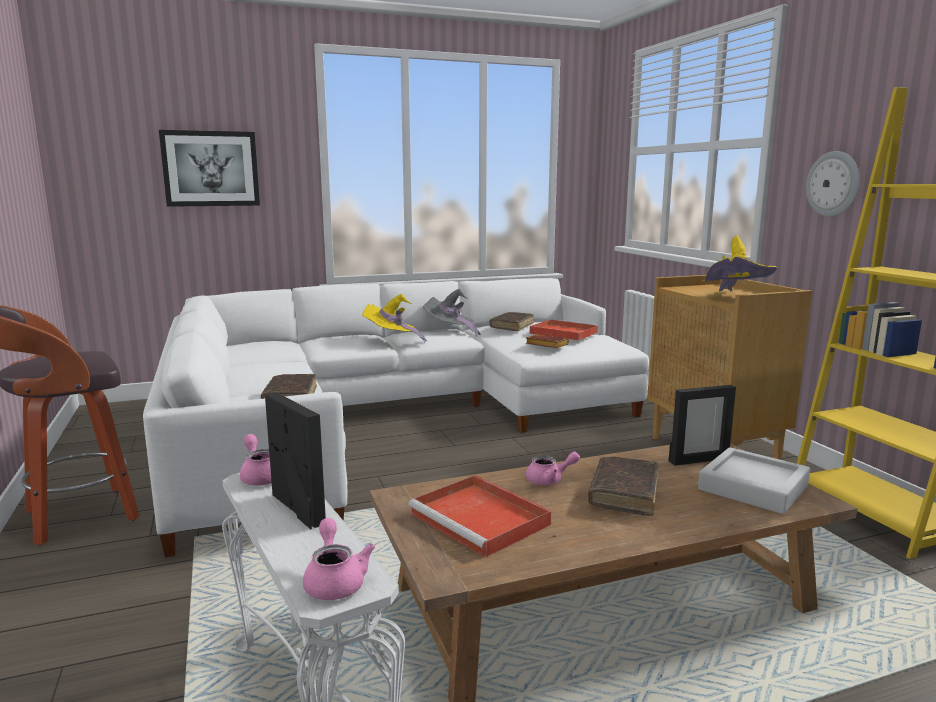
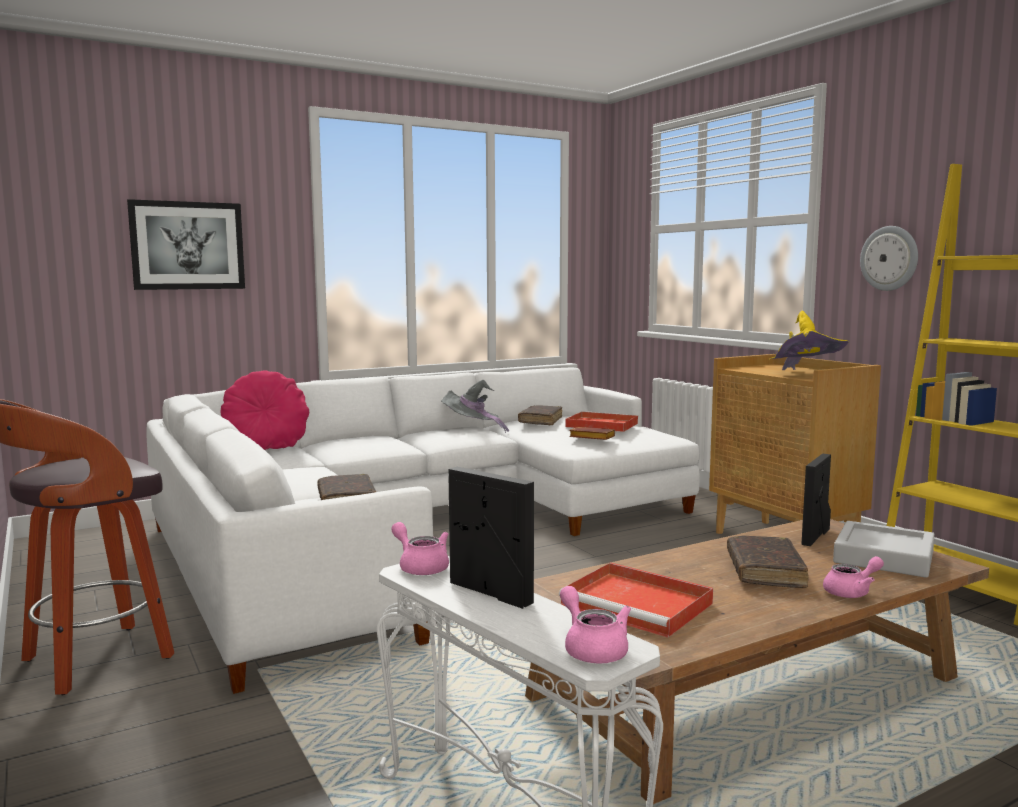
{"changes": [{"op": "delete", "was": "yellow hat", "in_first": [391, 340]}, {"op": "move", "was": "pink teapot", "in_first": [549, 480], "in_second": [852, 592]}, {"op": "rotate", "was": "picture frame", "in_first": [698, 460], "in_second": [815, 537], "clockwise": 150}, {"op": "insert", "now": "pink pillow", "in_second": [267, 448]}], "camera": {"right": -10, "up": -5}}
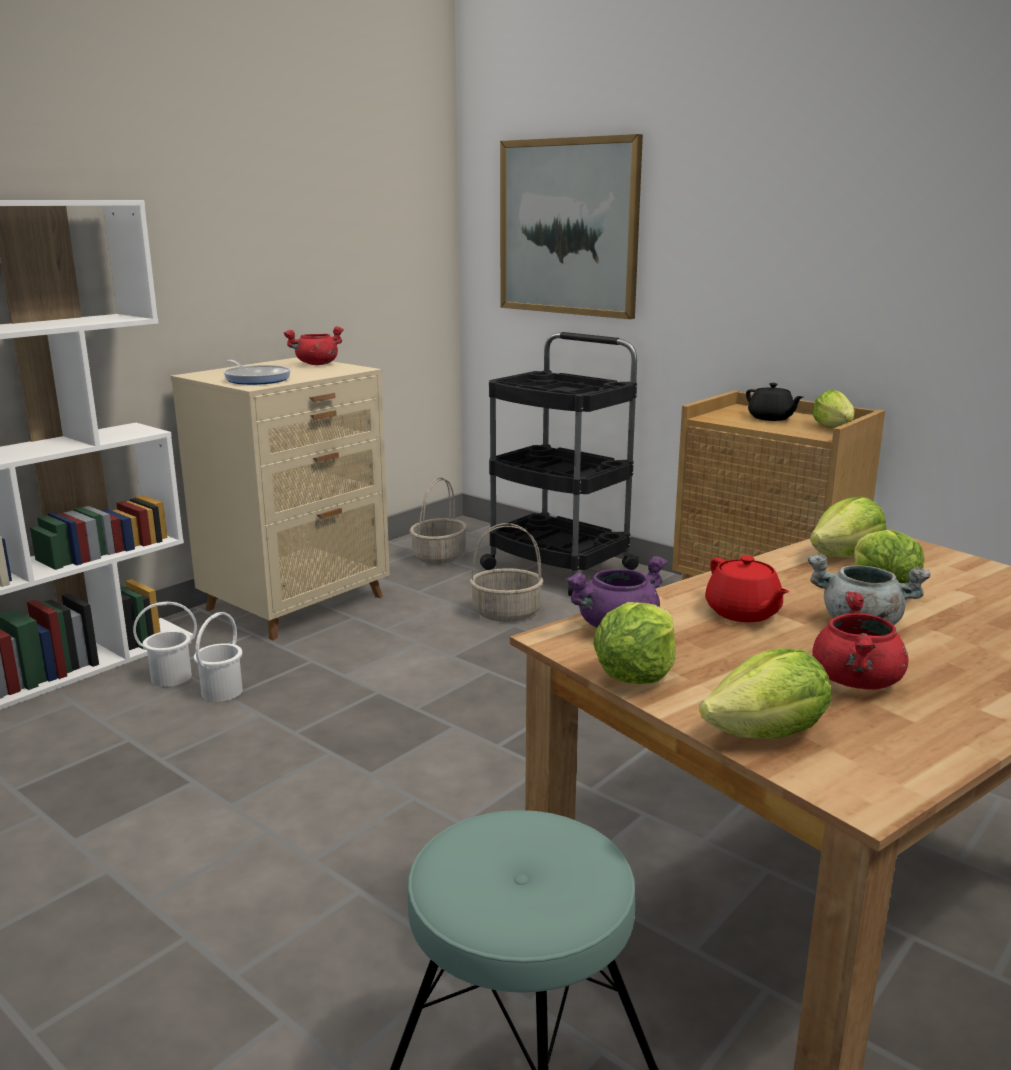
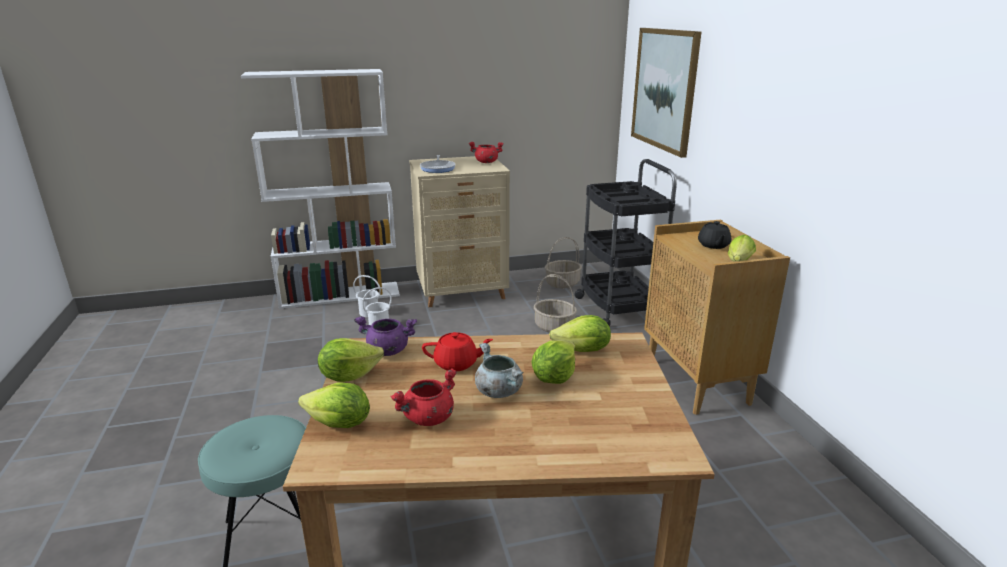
{"changes": [{"op": "rotate", "was": "red teapot", "in_first": [743, 613], "in_second": [457, 363], "clockwise": -105}], "camera": {"right": 35, "up": 5}}
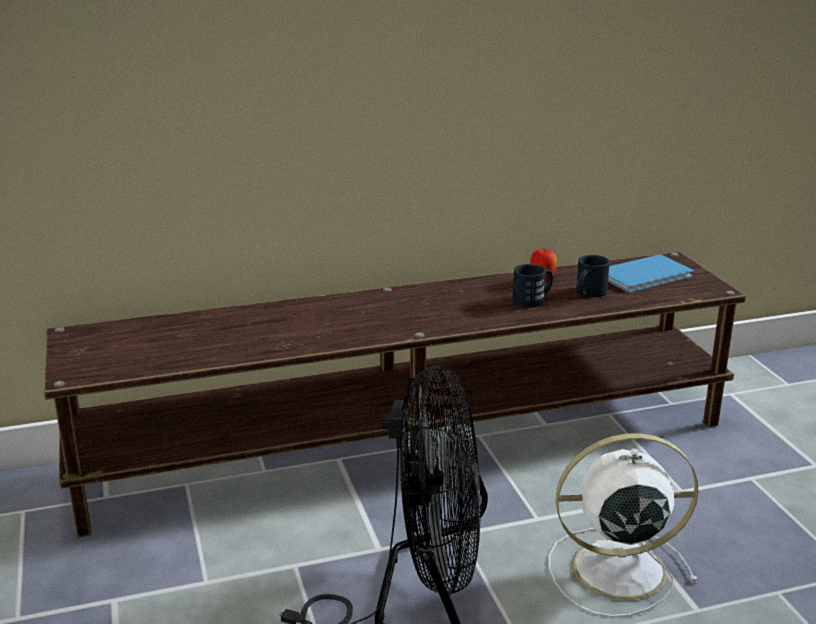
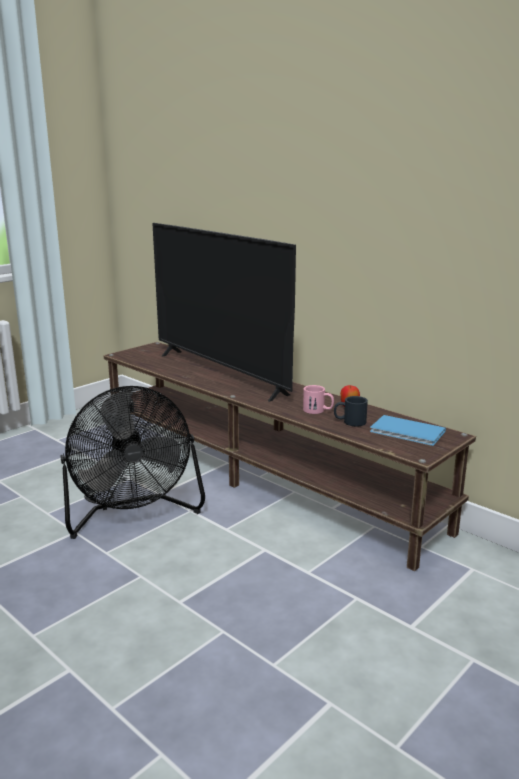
{"changes": [{"op": "recolor", "was": "black mug", "now": "pink mug", "in_first": [533, 299], "in_second": [318, 410]}, {"op": "delete", "was": "white fan", "in_first": [614, 569]}, {"op": "insert", "now": "television", "in_second": [220, 374]}], "camera": {"right": 60, "up": -5}}
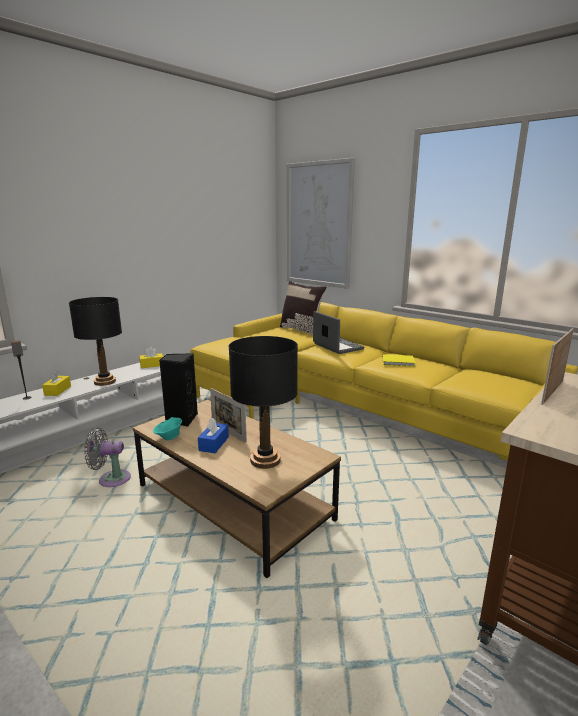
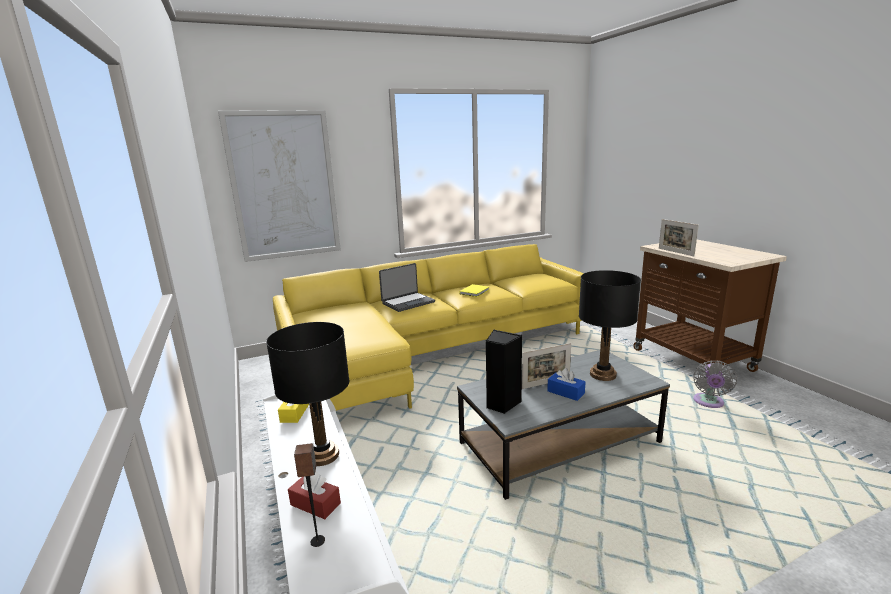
{"changes": [{"op": "recolor", "was": "yellow tissue box", "now": "red tissue box", "in_first": [57, 390], "in_second": [315, 504]}, {"op": "move", "was": "grey fan", "in_first": [111, 479], "in_second": [708, 403]}, {"op": "recolor", "was": "brown coffee table", "now": "grey coffee table", "in_first": [233, 502], "in_second": [559, 442]}, {"op": "delete", "was": "turquoise bowl", "in_first": [169, 438]}, {"op": "delete", "was": "pillow", "in_first": [301, 330]}, {"op": "rotate", "was": "laptop", "in_first": [337, 346], "in_second": [407, 302], "clockwise": 150}], "camera": {"right": -65, "up": 0}}
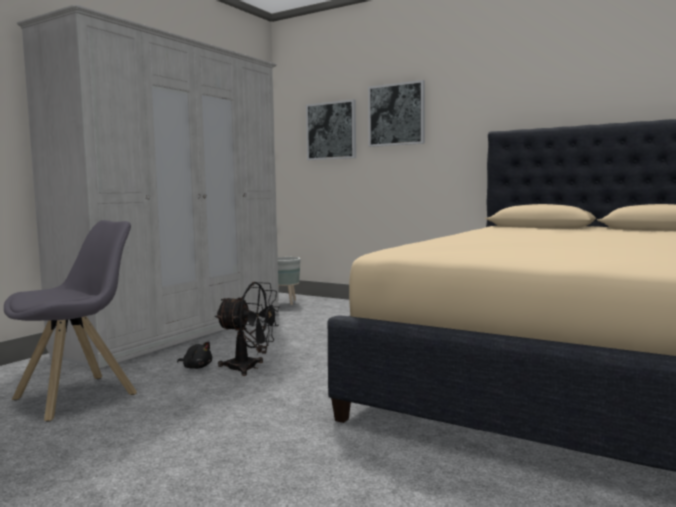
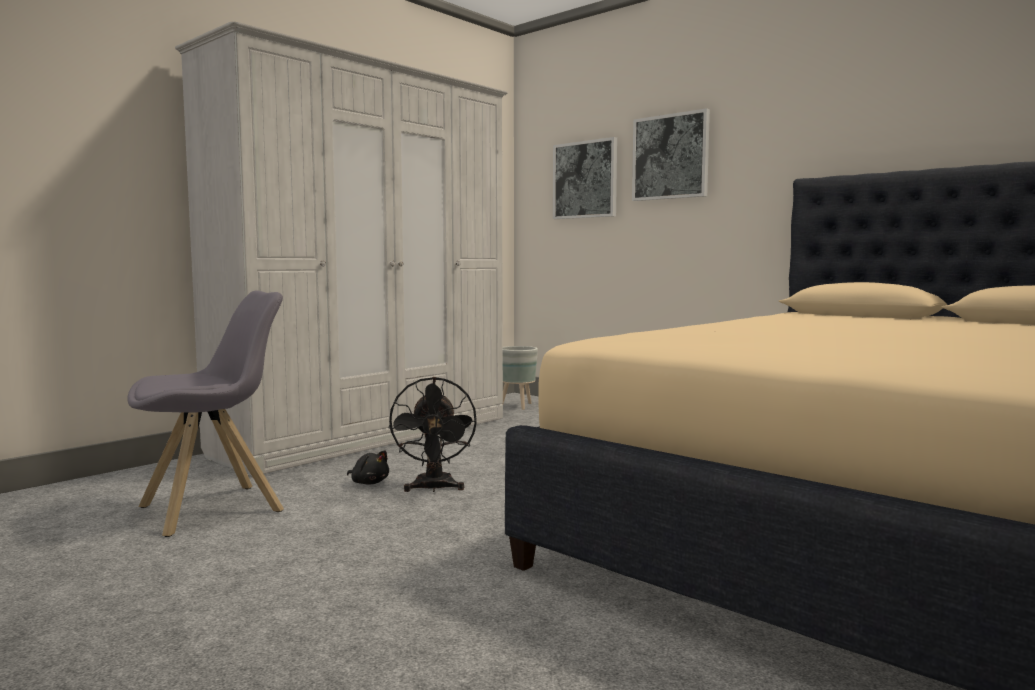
{"changes": [{"op": "rotate", "was": "black fan", "in_first": [249, 368], "in_second": [434, 488], "clockwise": 60}], "camera": {"right": 10, "up": 0}}
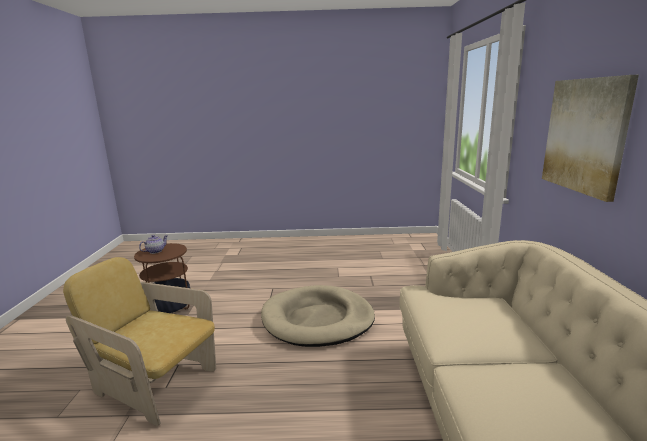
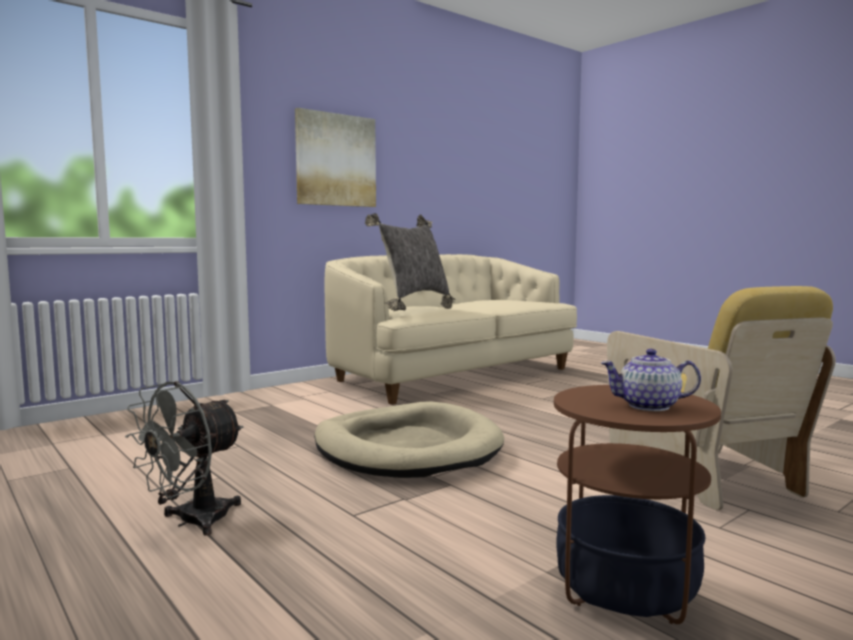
{"changes": [{"op": "insert", "now": "grey fan", "in_second": [192, 522]}, {"op": "insert", "now": "pillow", "in_second": [411, 311]}], "camera": {"right": -130, "up": -10}}
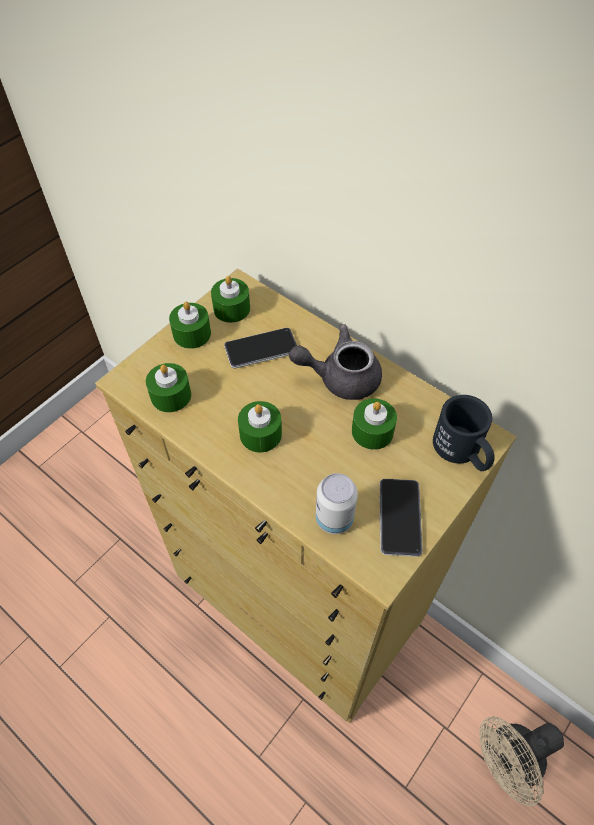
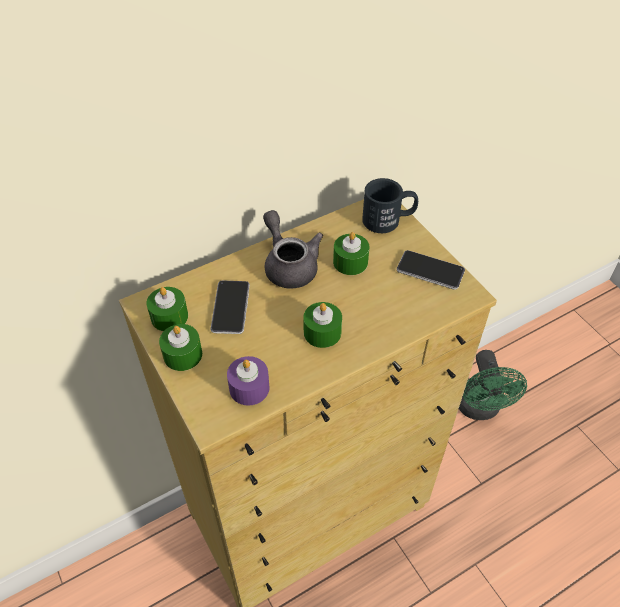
{"changes": [{"op": "recolor", "was": "green candle", "now": "purple candle", "in_first": [171, 395], "in_second": [249, 388]}, {"op": "rotate", "was": "grey teapot", "in_first": [340, 377], "in_second": [289, 265], "clockwise": 135}, {"op": "delete", "was": "can", "in_first": [334, 518]}, {"op": "recolor", "was": "beige fan", "now": "green fan", "in_first": [505, 762], "in_second": [479, 409]}], "camera": {"right": -70, "up": -5}}
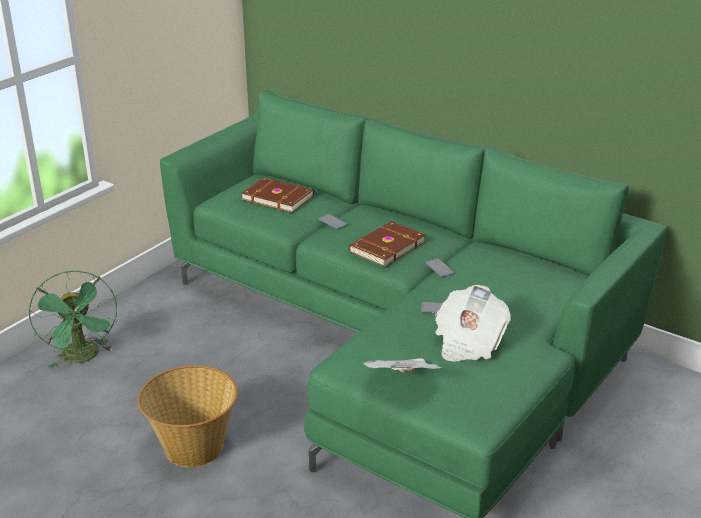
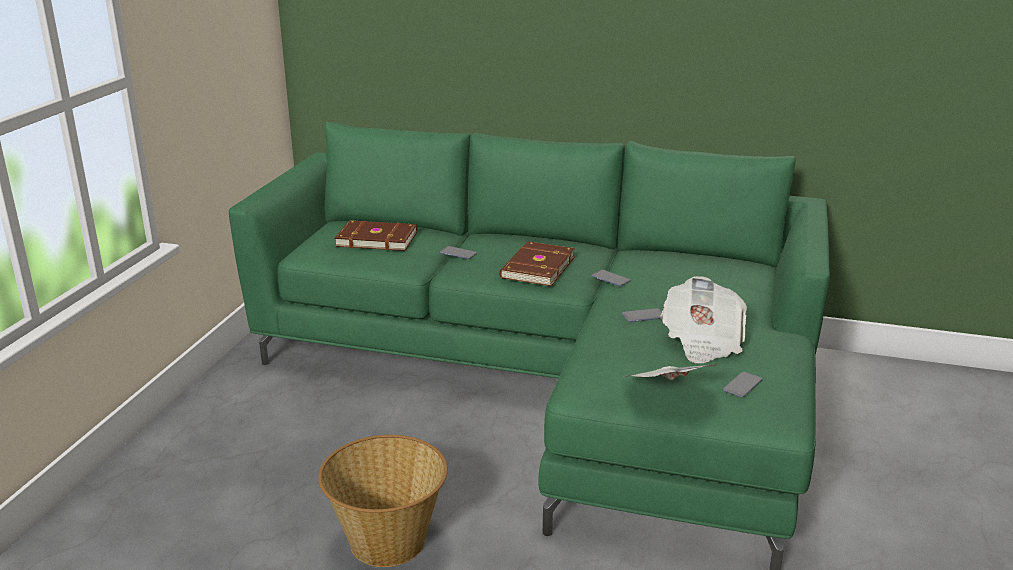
{"changes": [{"op": "delete", "was": "green fan", "in_first": [83, 358]}, {"op": "insert", "now": "phone", "in_second": [742, 385]}], "camera": {"right": -20, "up": -5}}
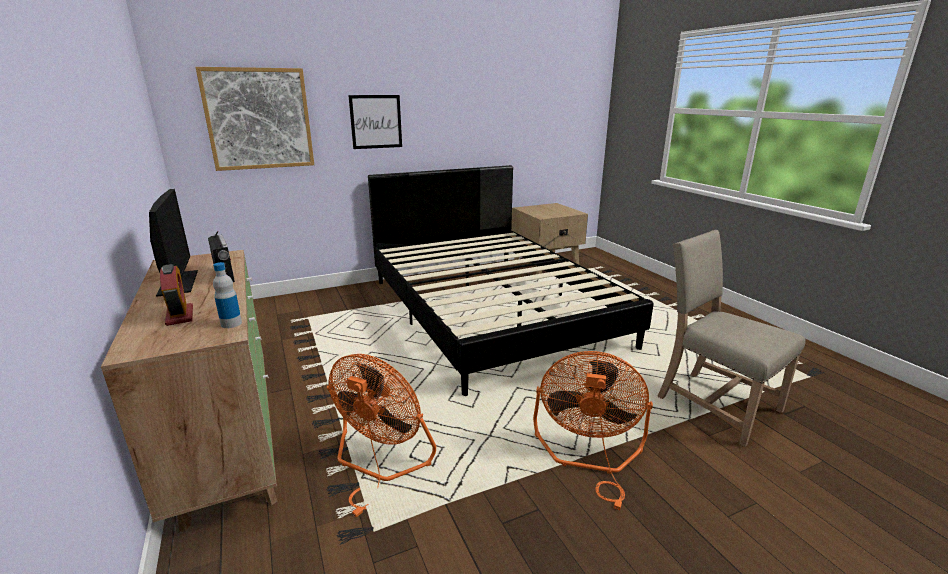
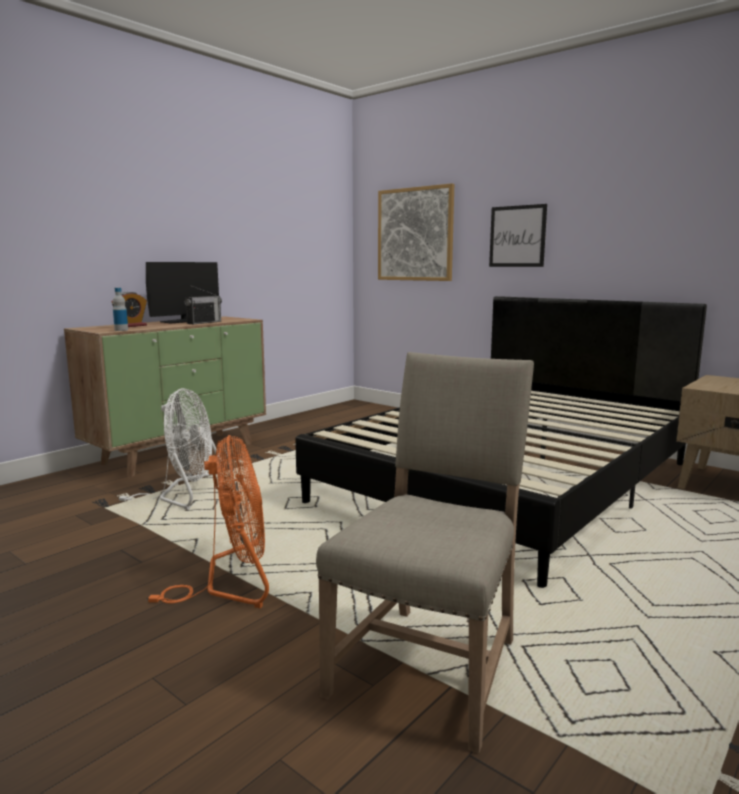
{"changes": [{"op": "recolor", "was": "orange fan", "now": "white fan", "in_first": [375, 463], "in_second": [181, 492]}], "camera": {"right": 65, "up": -10}}
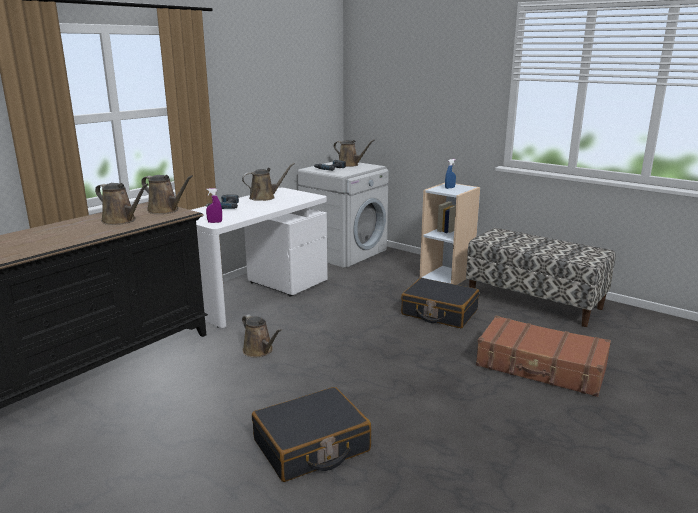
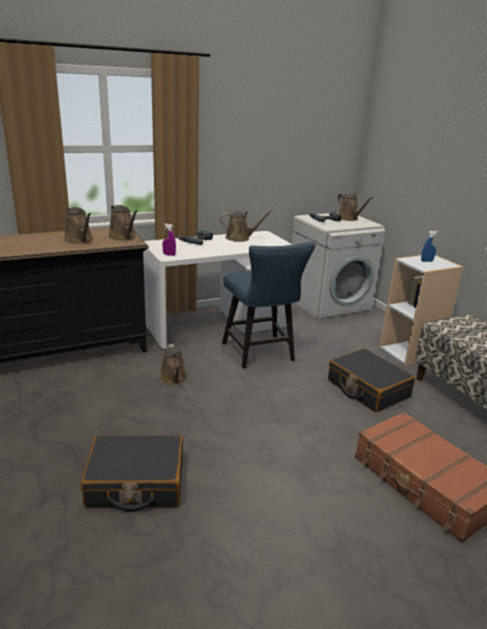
{"changes": [{"op": "insert", "now": "blue chair", "in_second": [261, 354]}], "camera": {"right": 25, "up": 5}}
